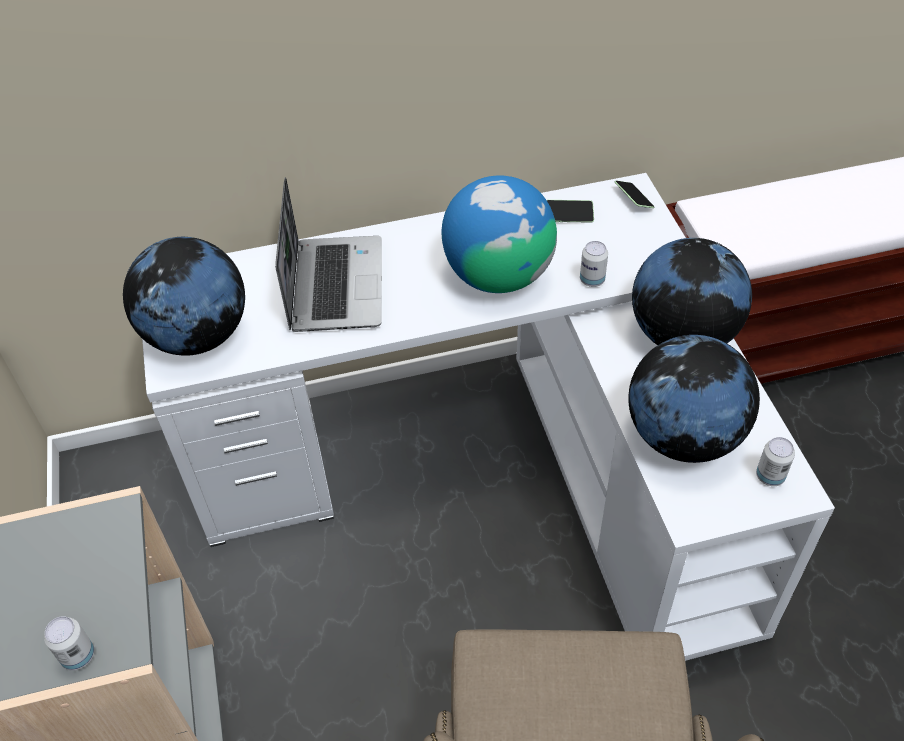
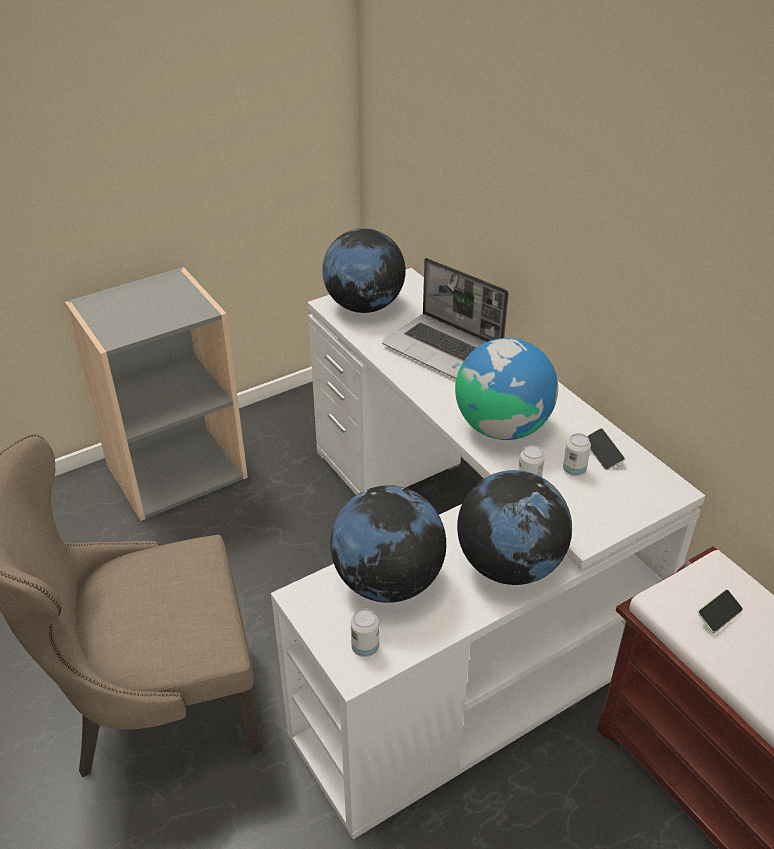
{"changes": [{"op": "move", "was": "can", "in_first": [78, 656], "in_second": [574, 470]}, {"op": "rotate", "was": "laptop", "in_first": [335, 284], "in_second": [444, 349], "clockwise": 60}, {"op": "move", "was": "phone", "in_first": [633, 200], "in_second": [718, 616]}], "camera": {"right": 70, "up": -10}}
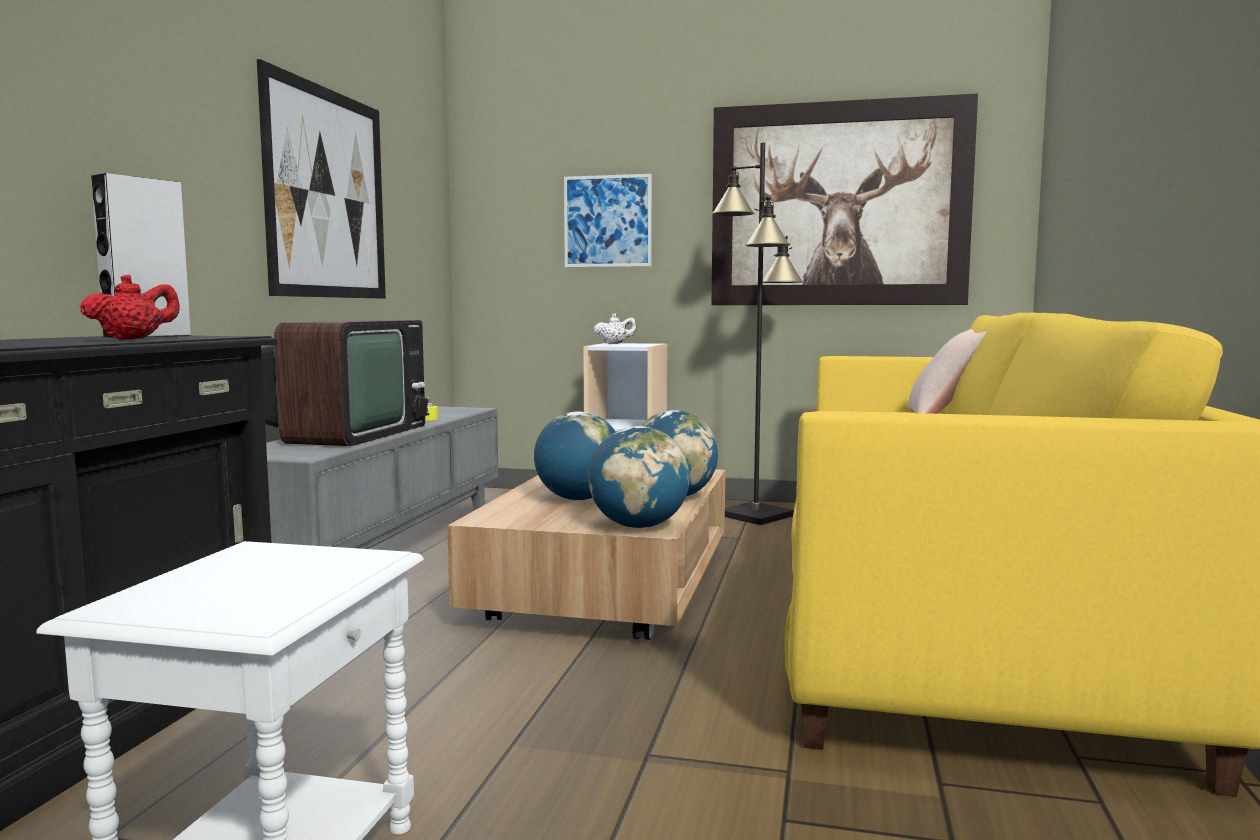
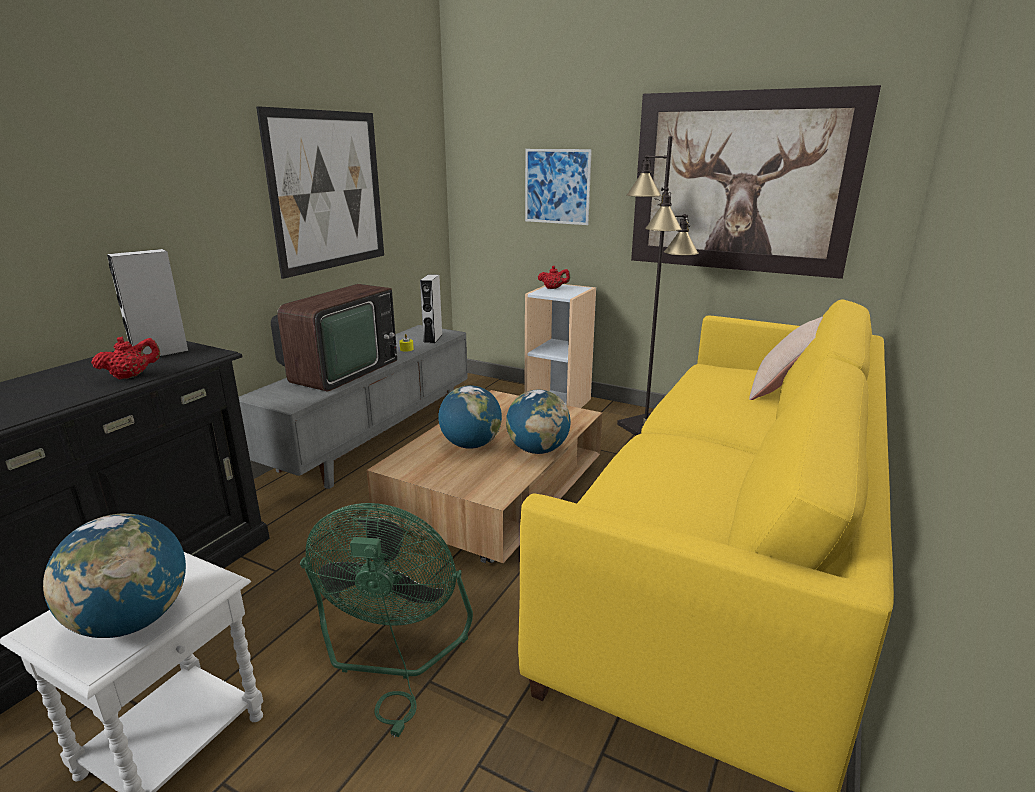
{"changes": [{"op": "move", "was": "globe", "in_first": [639, 526], "in_second": [132, 621]}, {"op": "recolor", "was": "white teapot", "now": "red teapot", "in_first": [615, 344], "in_second": [553, 288]}, {"op": "insert", "now": "green fan", "in_second": [388, 656]}, {"op": "insert", "now": "grey speaker", "in_second": [433, 338]}], "camera": {"right": 15, "up": 15}}
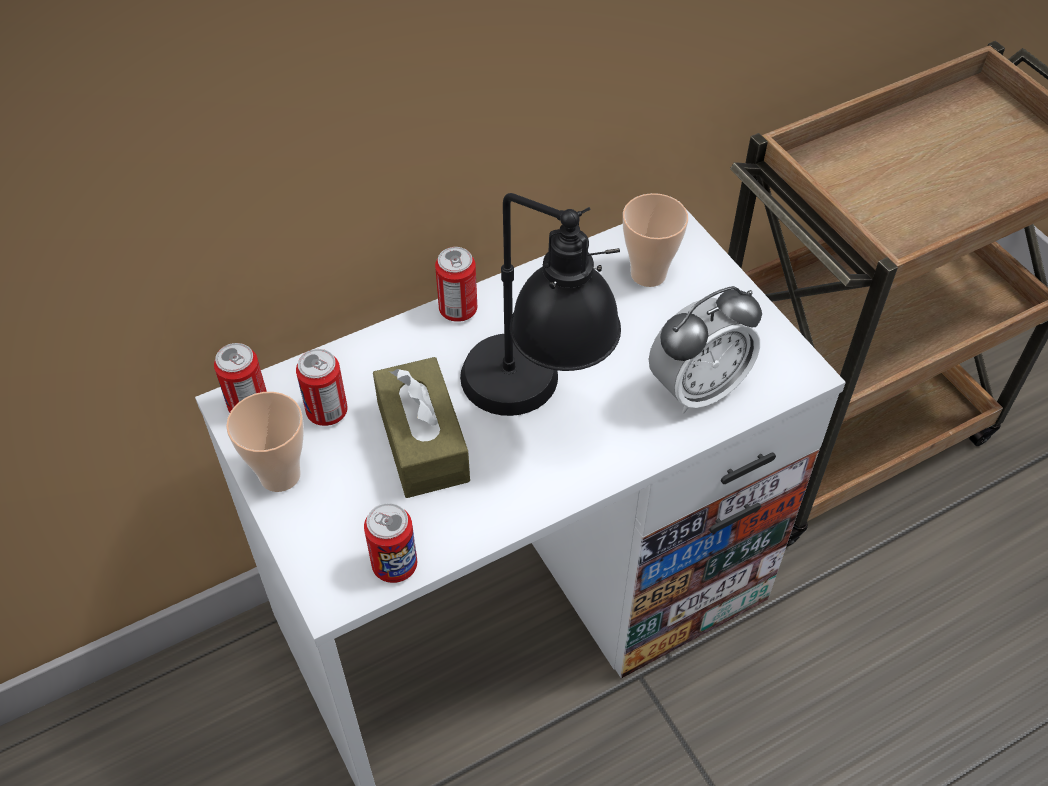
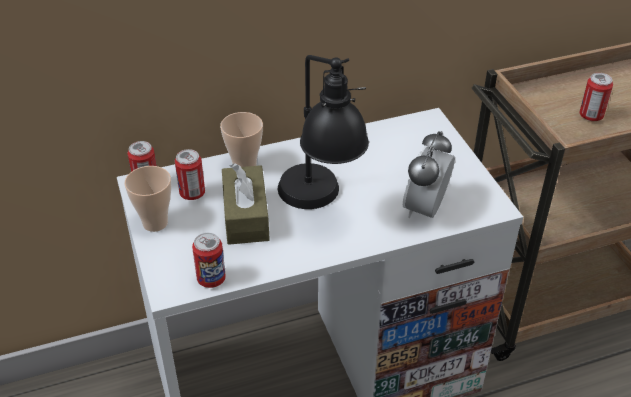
{"changes": [{"op": "move", "was": "can", "in_first": [458, 310], "in_second": [591, 116]}, {"op": "move", "was": "cup", "in_first": [648, 274], "in_second": [244, 166]}, {"op": "rotate", "was": "alarm clock", "in_first": [697, 389], "in_second": [425, 209], "clockwise": 135}], "camera": {"right": 10, "up": -10}}
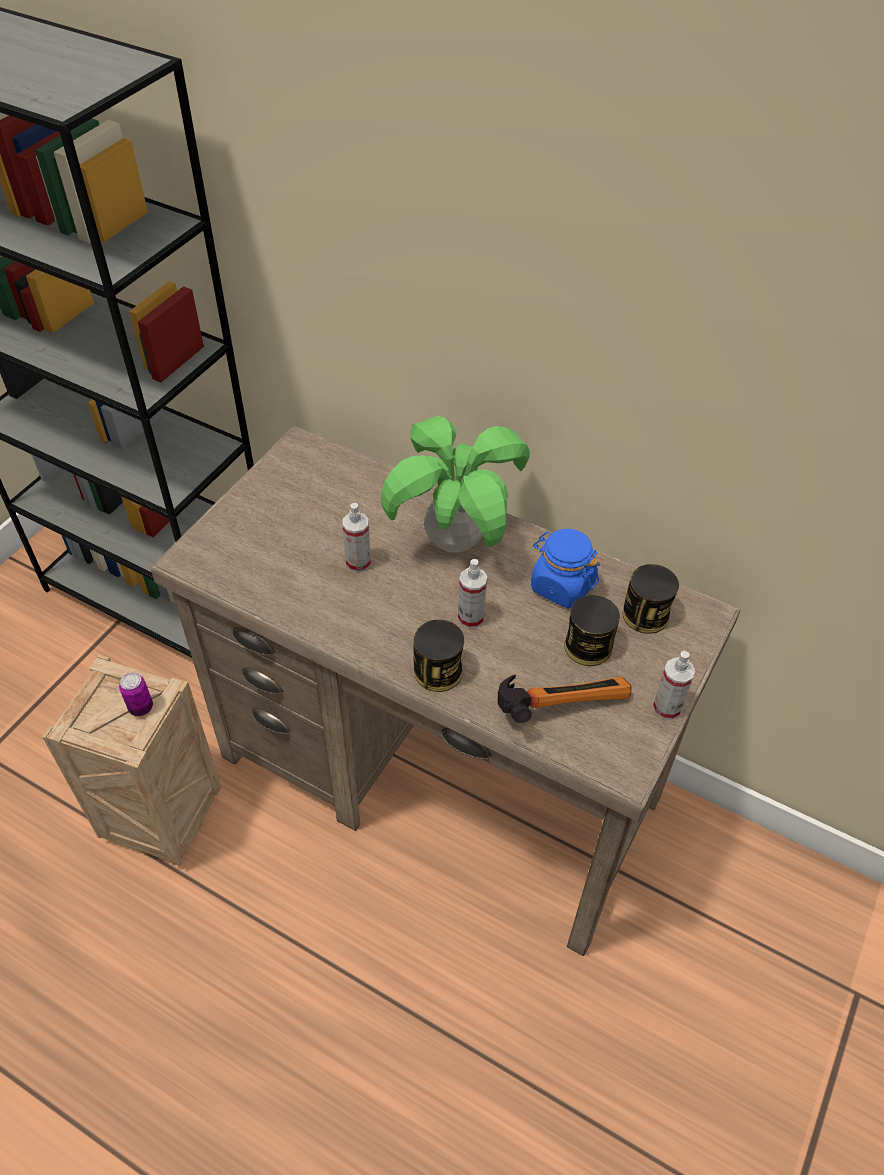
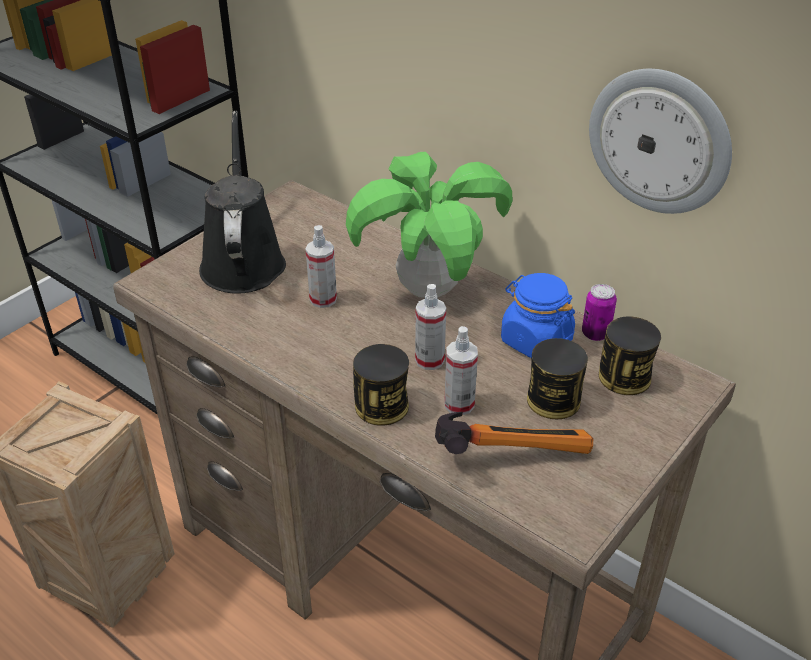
{"changes": [{"op": "move", "was": "can", "in_first": [141, 707], "in_second": [595, 334]}, {"op": "move", "was": "spray bottle", "in_first": [667, 708], "in_second": [459, 404]}, {"op": "insert", "now": "black watering can", "in_second": [243, 261]}, {"op": "insert", "now": "wall clock", "in_second": [660, 141]}], "camera": {"right": 10, "up": -10}}
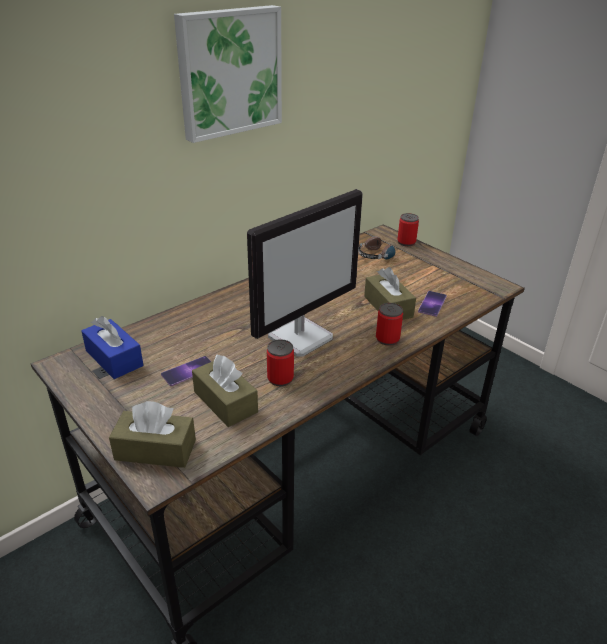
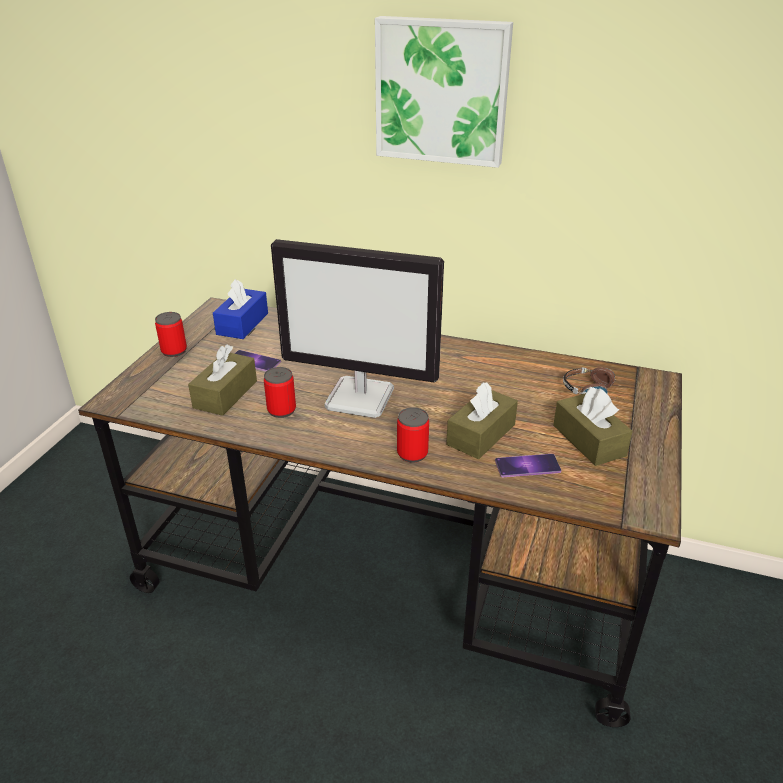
{"changes": [{"op": "move", "was": "brown tissue box", "in_first": [155, 450], "in_second": [588, 440]}, {"op": "move", "was": "can", "in_first": [406, 242], "in_second": [174, 351]}], "camera": {"right": 60, "up": 0}}
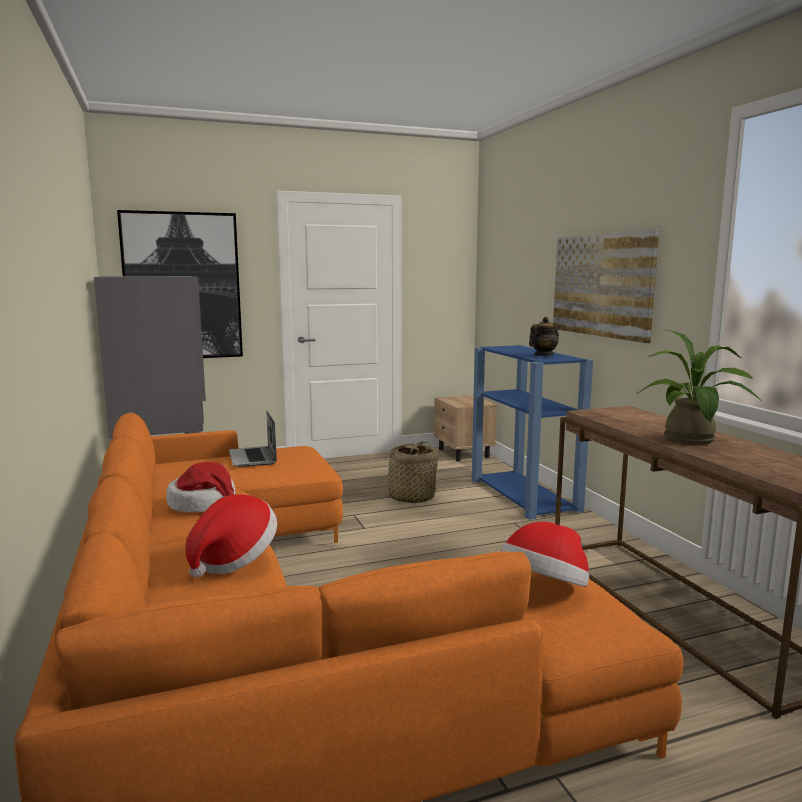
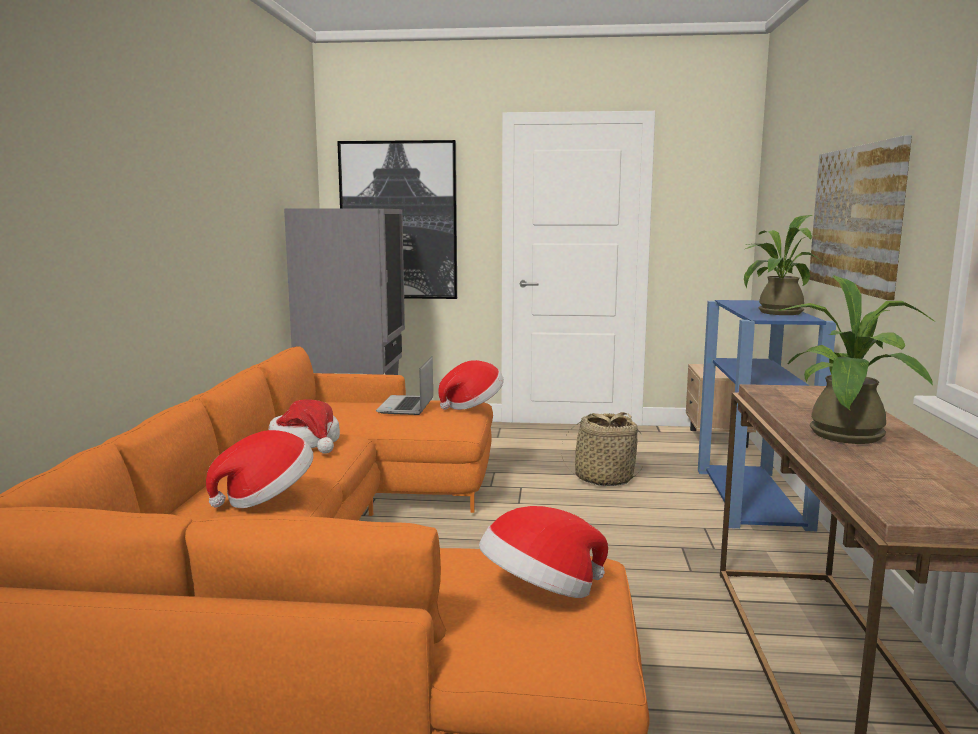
{"changes": [{"op": "replace", "was": "teapot", "now": "potted plant", "in_first": [543, 355], "in_second": [775, 313]}, {"op": "insert", "now": "hat", "in_second": [472, 405]}], "camera": {"right": 25, "up": 0}}
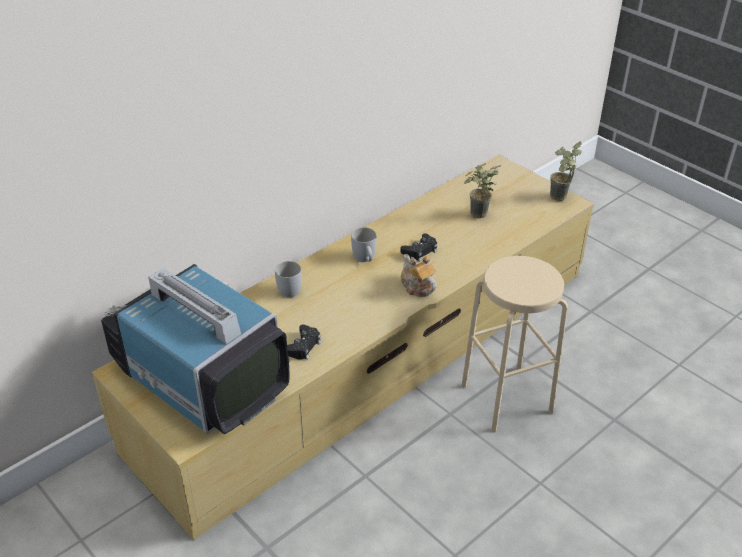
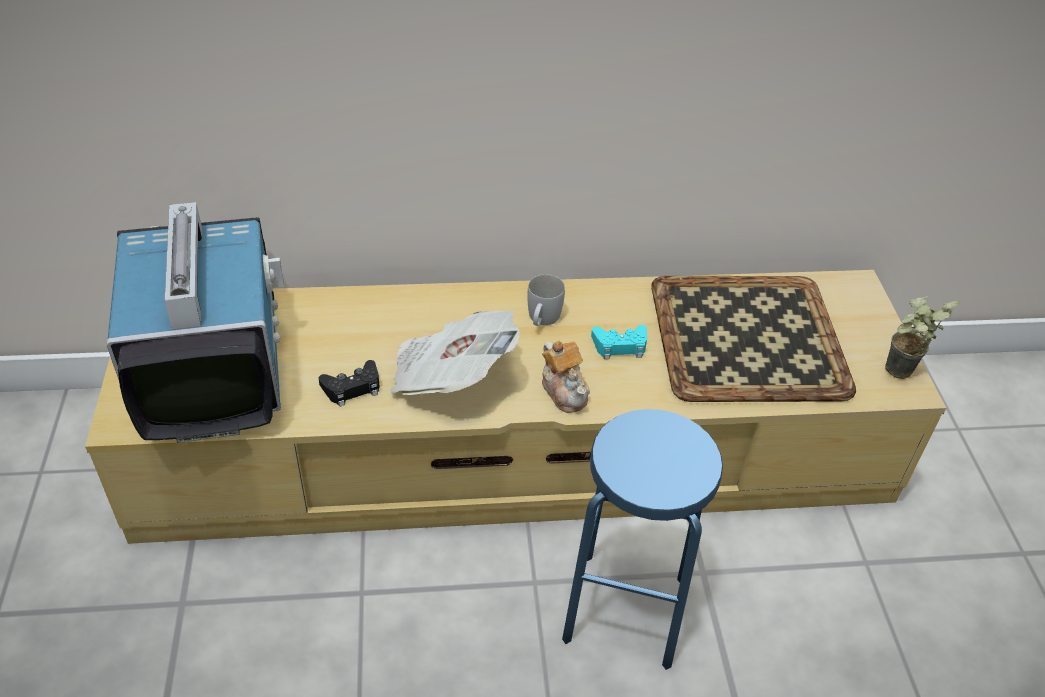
{"changes": [{"op": "delete", "was": "white mug", "in_first": [290, 287]}, {"op": "recolor", "was": "black game controller", "now": "turquoise game controller", "in_first": [420, 251], "in_second": [620, 346]}, {"op": "rotate", "was": "teapot", "in_first": [417, 287], "in_second": [564, 390], "clockwise": 150}, {"op": "recolor", "was": "beige stool", "now": "blue stool", "in_first": [507, 398], "in_second": [626, 609]}, {"op": "replace", "was": "potted plant", "now": "tray", "in_first": [476, 216], "in_second": [746, 339]}, {"op": "insert", "now": "newspaper", "in_second": [451, 376]}], "camera": {"right": 35, "up": 5}}
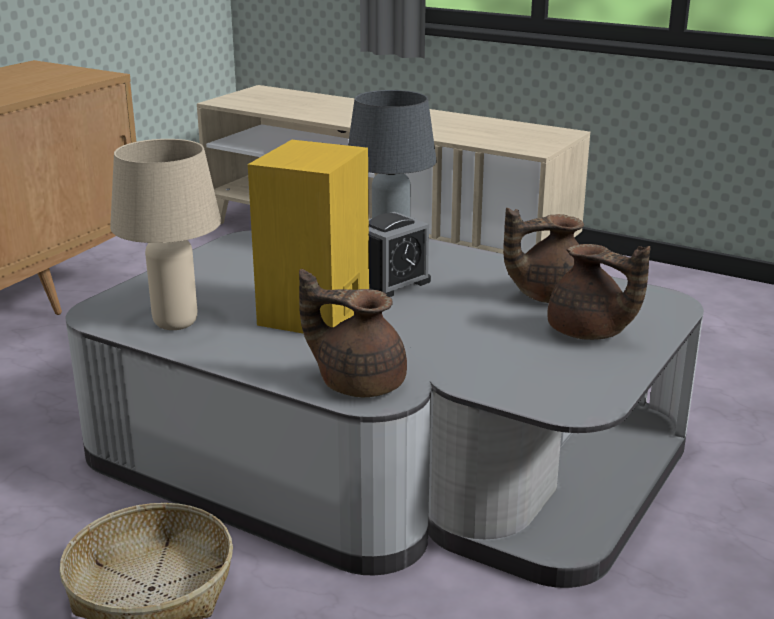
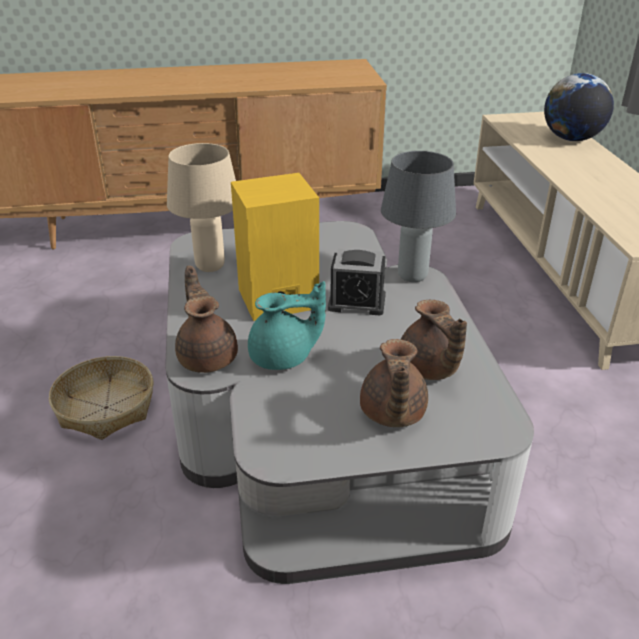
{"changes": [{"op": "rotate", "was": "brown teapot", "in_first": [547, 295], "in_second": [429, 370], "clockwise": -150}, {"op": "insert", "now": "turquoise teapot", "in_second": [283, 357]}, {"op": "insert", "now": "globe", "in_second": [571, 139]}], "camera": {"right": 50, "up": 10}}
